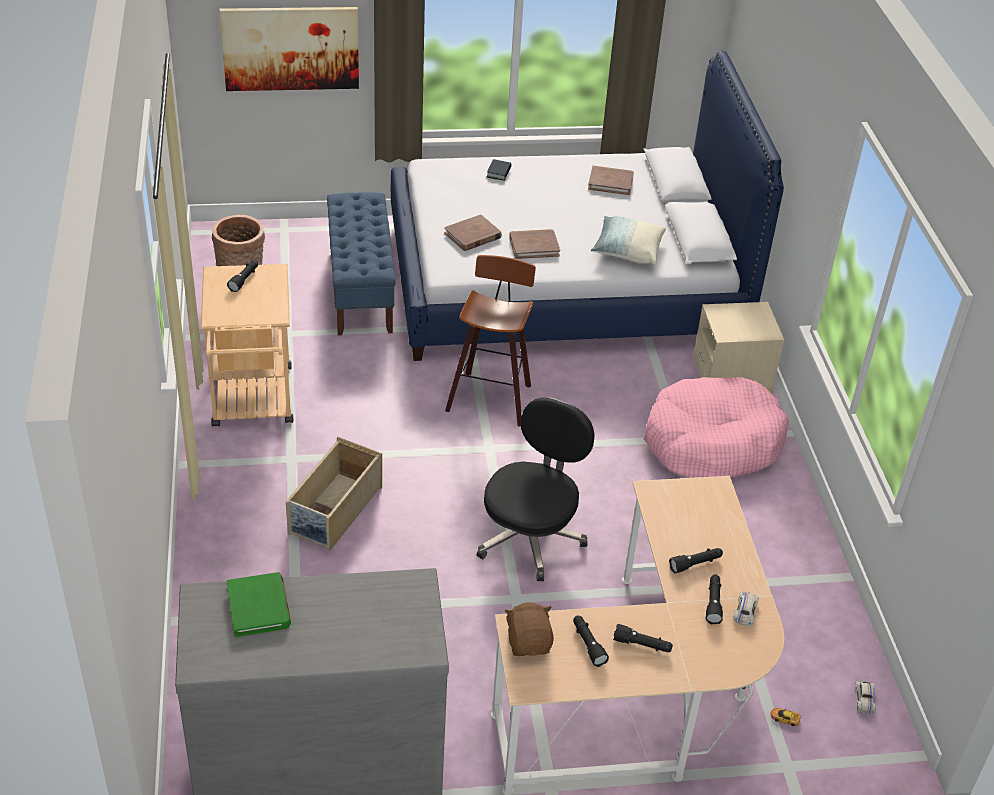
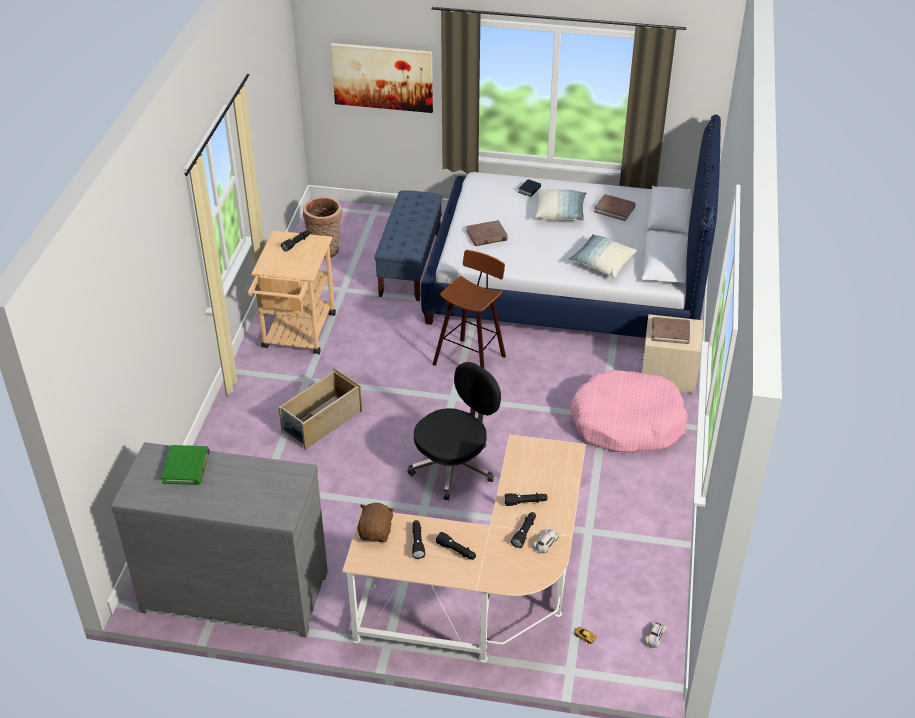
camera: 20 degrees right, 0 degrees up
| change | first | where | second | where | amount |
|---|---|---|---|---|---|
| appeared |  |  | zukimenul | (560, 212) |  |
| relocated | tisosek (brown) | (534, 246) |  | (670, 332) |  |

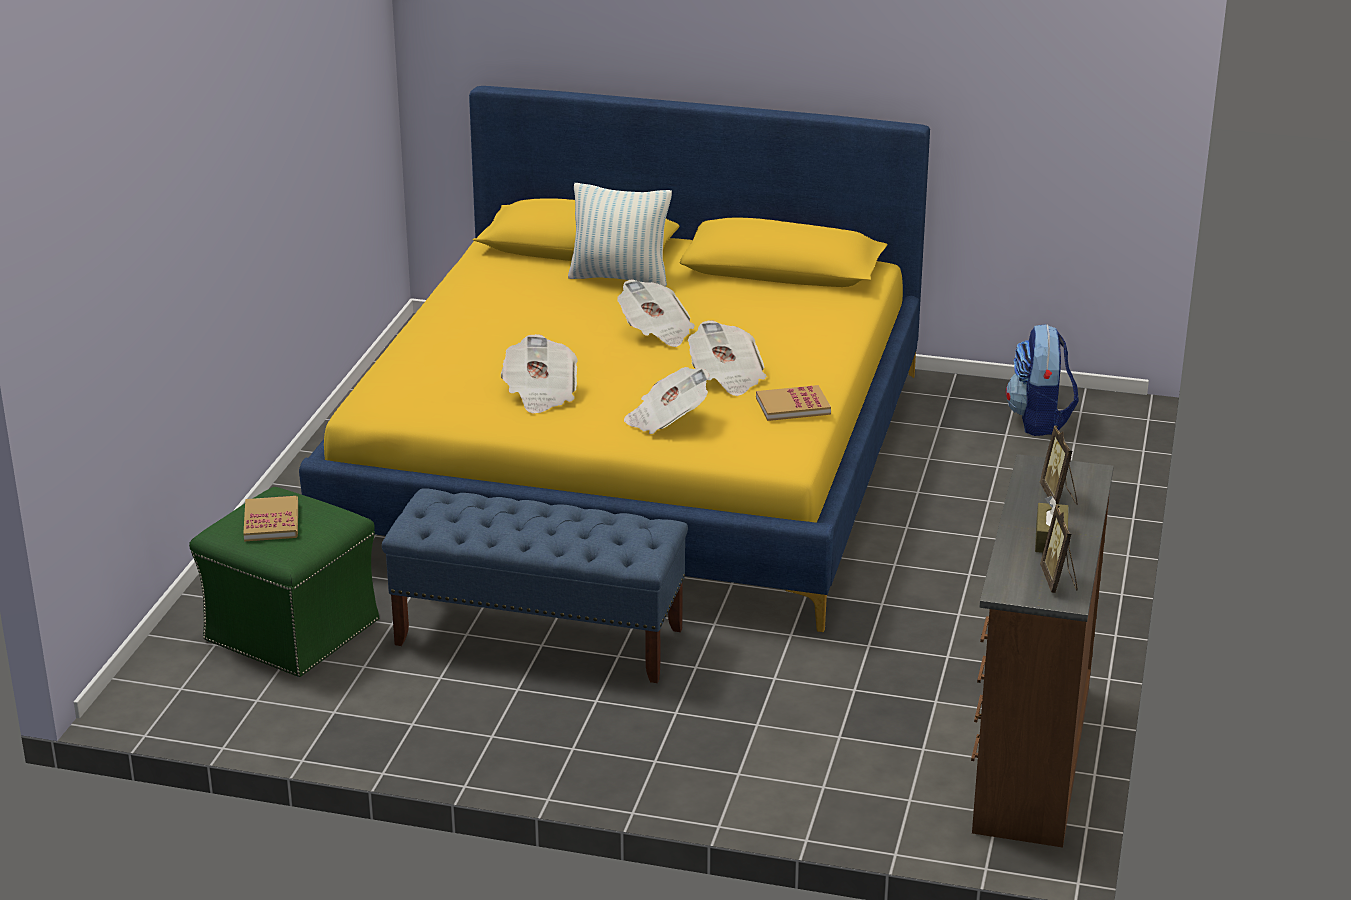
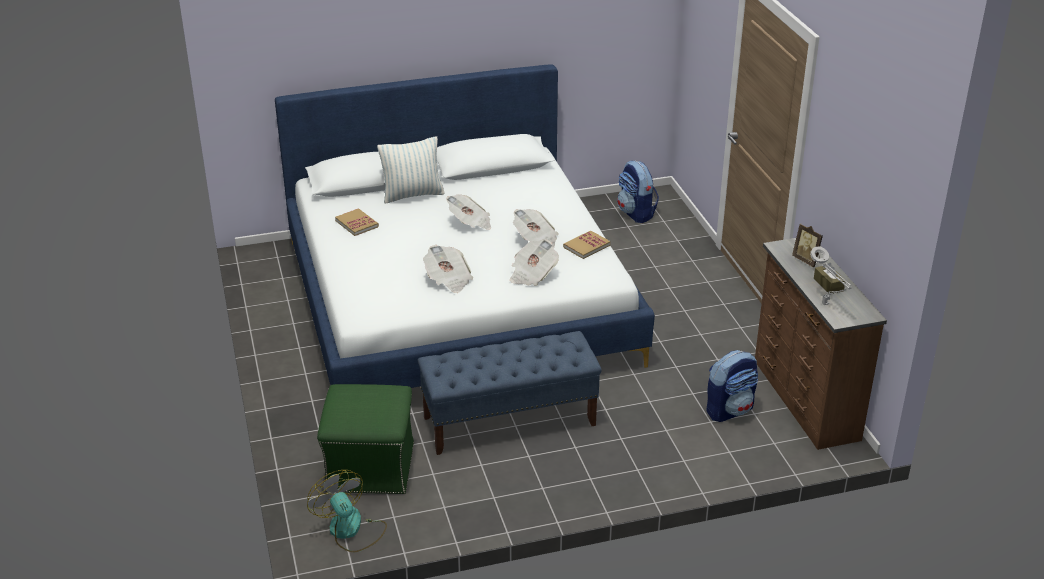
camera: 30 degrees left, 5 degrees up
| change | first | where | second | where | amount |
|---|---|---|---|---|---|
| missing | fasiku | (1059, 580) |  |  |  |
| appeared |  |  | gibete | (350, 530) |  |
| appeared |  |  | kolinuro | (729, 410) |  |
| appeared |  |  | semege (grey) | (826, 305) |  |
| relocated | tisosek | (271, 522) |  | (357, 224) |  |
| colour | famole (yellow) | (636, 461) | famole (white) | (457, 300) |  |

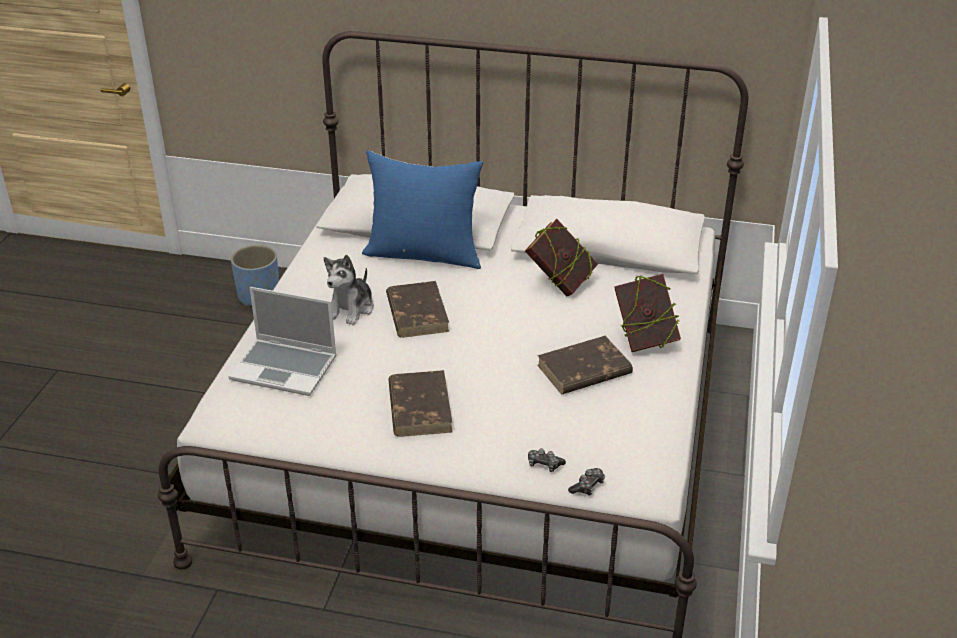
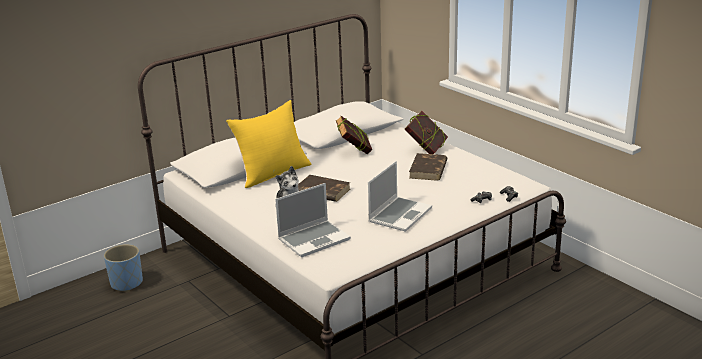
camera: 50 degrees left, 10 degrees down
| change | first | where | second | where | amount |
|---|---|---|---|---|---|
| exchanged | tisosek (brown) | (419, 407) | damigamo | (399, 215) |  |
| colour | zukimenul (blue) | (424, 253) | zukimenul (yellow) | (272, 173) |  |

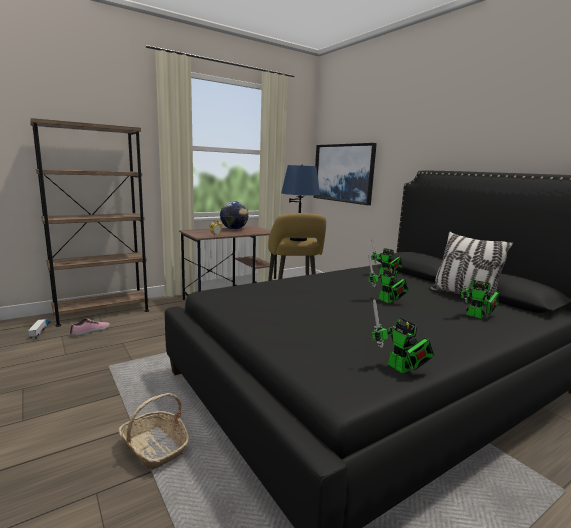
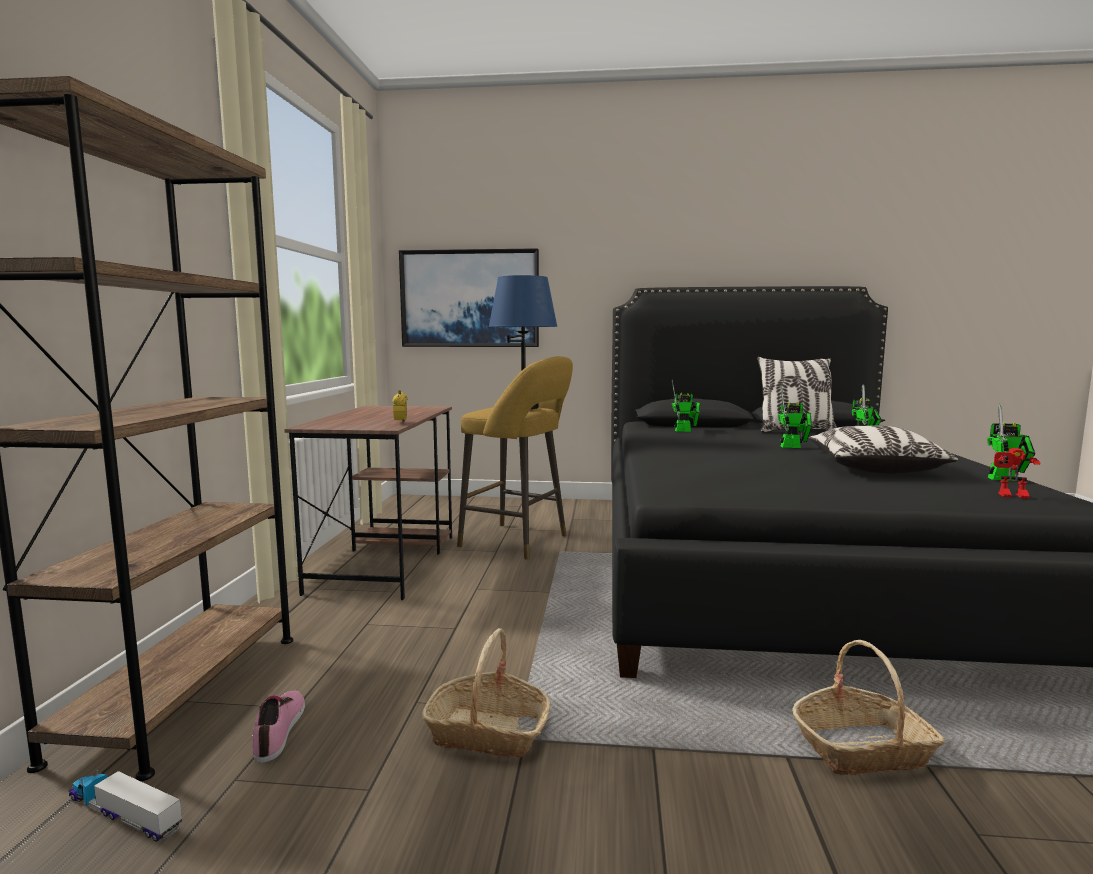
camera: 50 degrees left, 5 degrees down
| change | first | where | second | where | amount |
|---|---|---|---|---|---|
| missing | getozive | (234, 229) |  |  |  |
| appeared |  |  | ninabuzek | (488, 732) |  |
| appeared |  |  | zukimenul | (873, 468) |  |
| appeared |  |  | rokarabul | (1012, 496) |  |

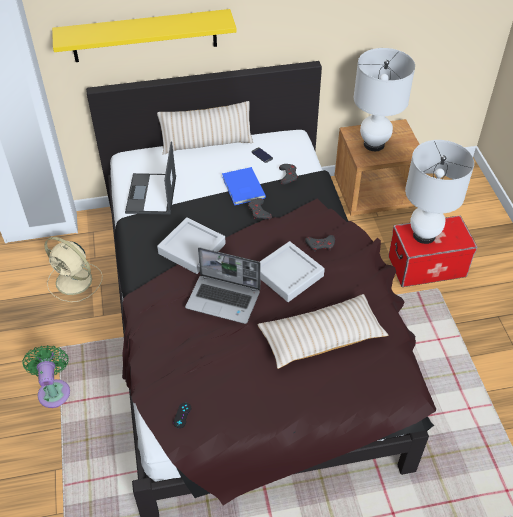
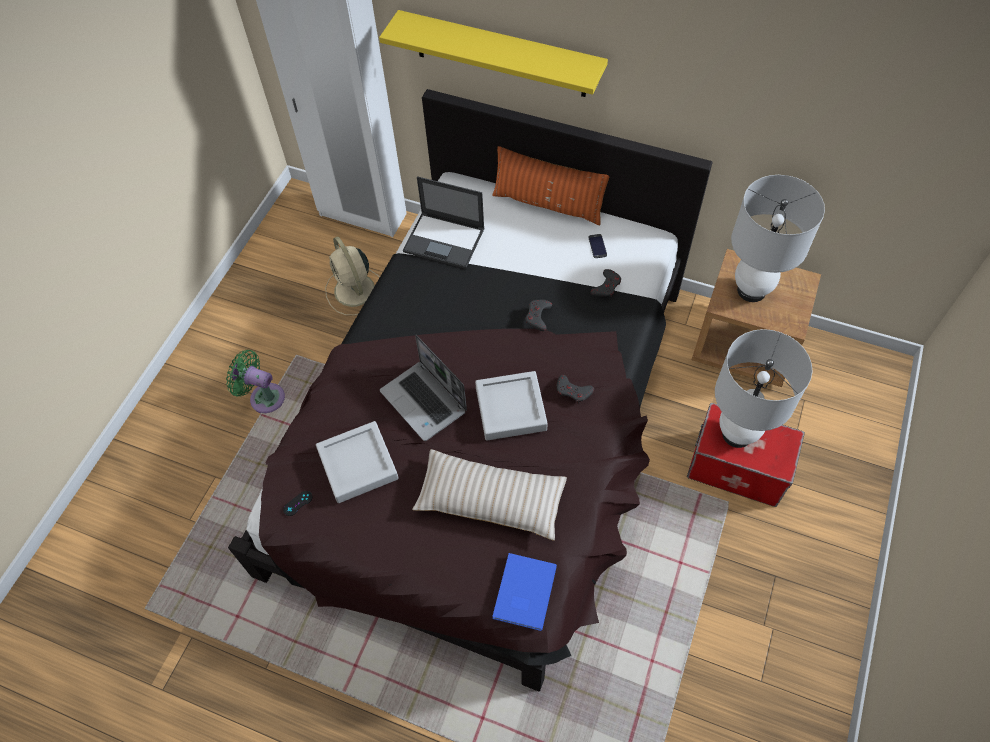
camera: 35 degrees right, 10 degrees up
| change | first | where | second | where | amount |
|---|---|---|---|---|---|
| relocated | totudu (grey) | (192, 249) |  | (358, 464) |  |
| relocated | tisosek (blue) | (242, 188) |  | (522, 593) |  |
| colour | zukimenul (beige) | (207, 144) | zukimenul (orange) | (548, 204) |  |
| spun | gibete (green) | (54, 390) |  | (264, 397) | 90 degrees counterclockwise |
| spun | damigamo | (151, 195) |  | (445, 240) | 105 degrees counterclockwise |

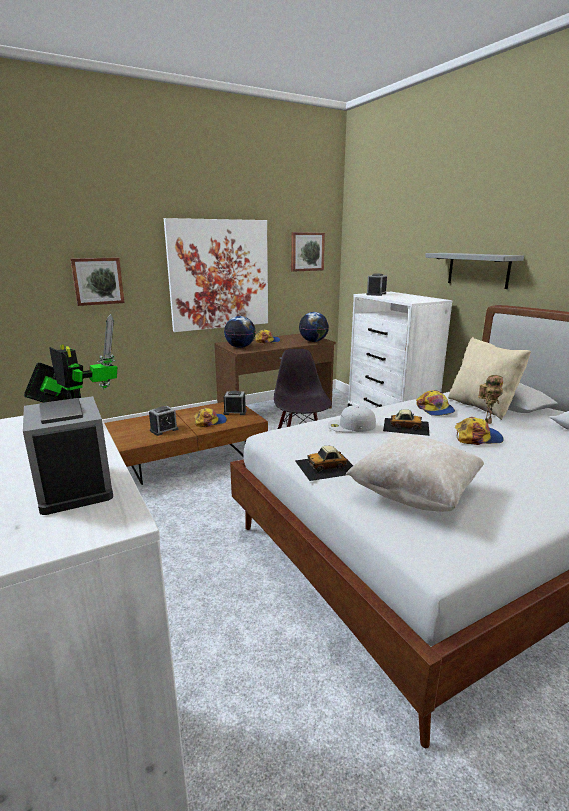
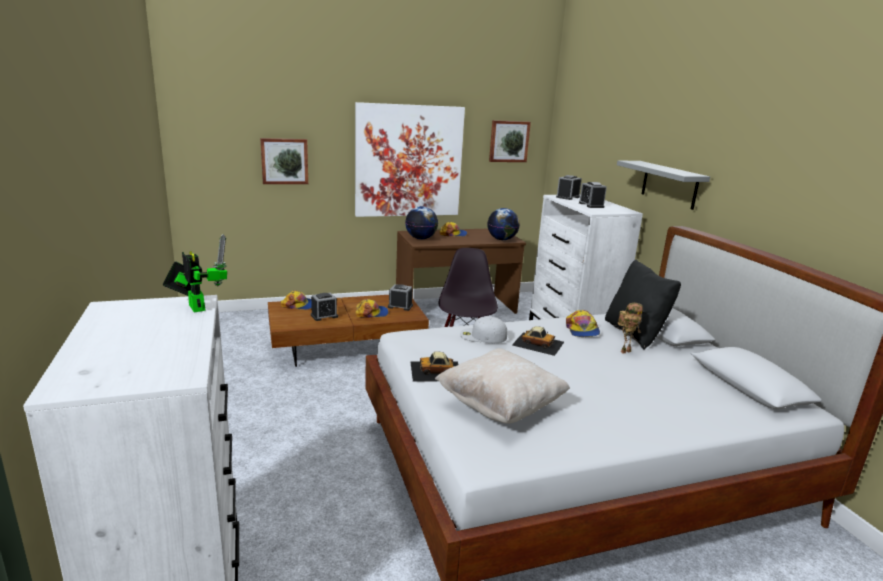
camera: 10 degrees right, 0 degrees up
| change | first | where | second | where | amount |
|---|---|---|---|---|---|
| relocated | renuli | (74, 486) |  | (591, 205) |  |
| relocated | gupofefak | (477, 437) |  | (299, 305) |  |
| colour | zukimenul (beige) | (482, 407) | zukimenul (black) | (635, 333) |  |

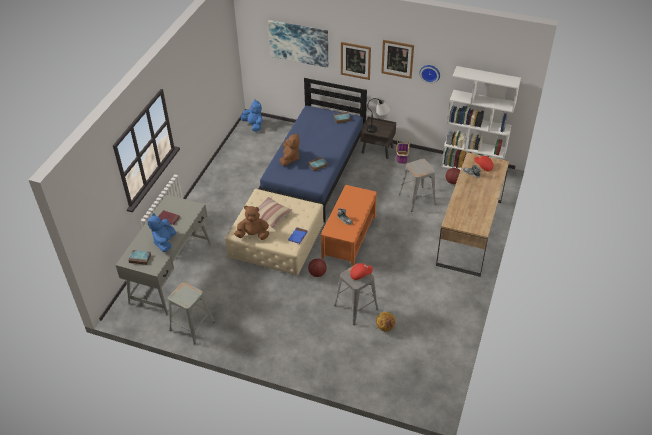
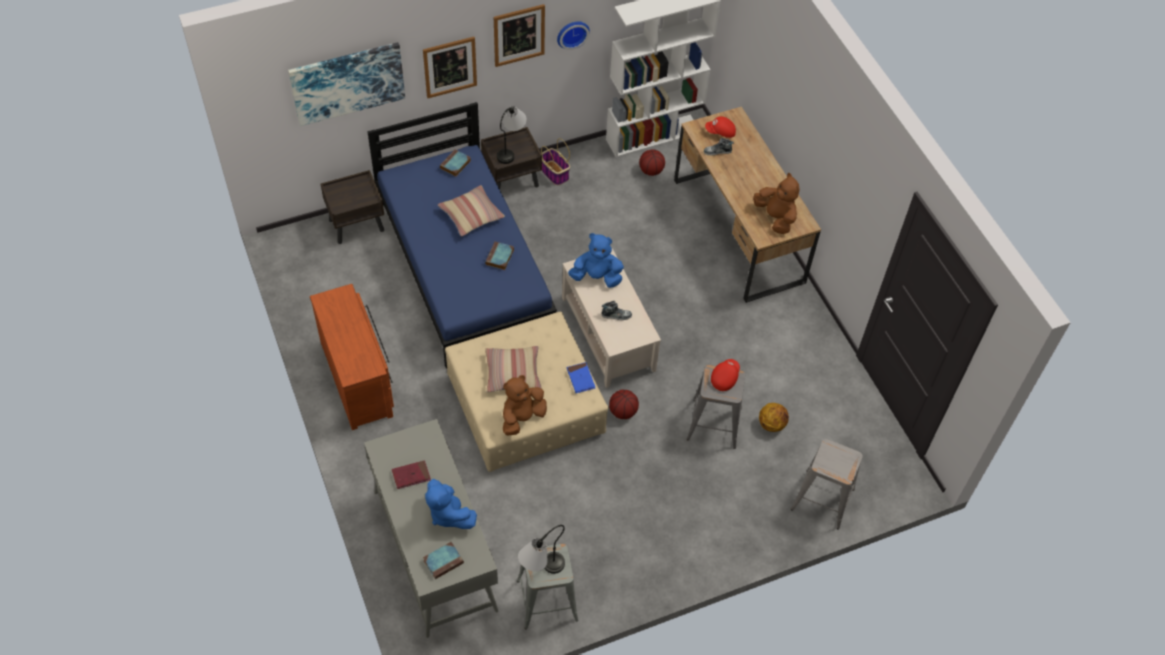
camera: 45 degrees left, 10 degrees up
| change | first | where | second | where | amount |
|---|---|---|---|---|---|
| appeared |  |  | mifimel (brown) | (359, 378) |  |
| appeared |  |  | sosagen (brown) | (357, 225) |  |
| appeared |  |  | zukimenul | (471, 215) |  |
| appeared |  |  | semege | (540, 571) |  |
| relocated | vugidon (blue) | (254, 125) |  | (596, 277) |  |
| relocated | vugidon (brown) | (290, 158) |  | (775, 217) |  |
| relocated | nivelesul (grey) | (417, 199) |  | (823, 498) |  |
| colour | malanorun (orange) | (349, 237) | malanorun (beige) | (607, 333) |  |

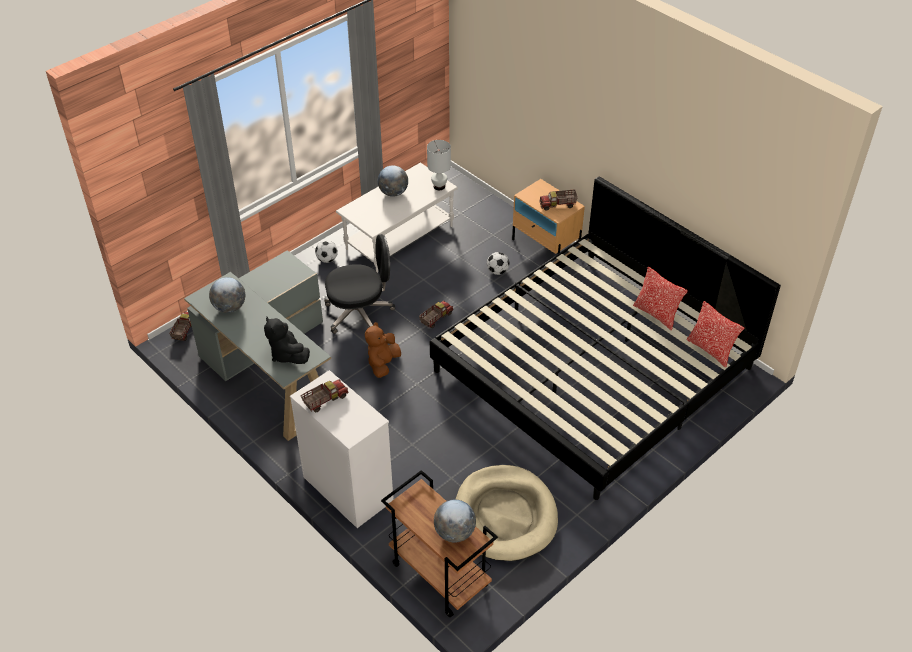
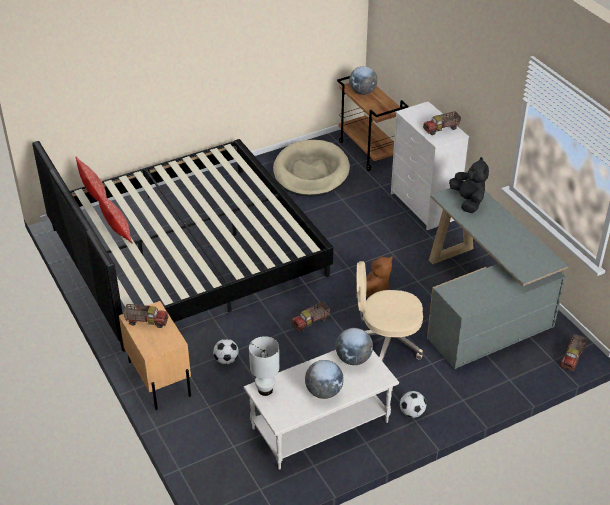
camera: 165 degrees left, 5 degrees down
| change | first | where | second | where | amount |
|---|---|---|---|---|---|
| relocated | getozive | (229, 307) |  | (353, 359) |  |
| colour | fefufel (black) | (360, 313) | fefufel (beige) | (386, 342) |  |

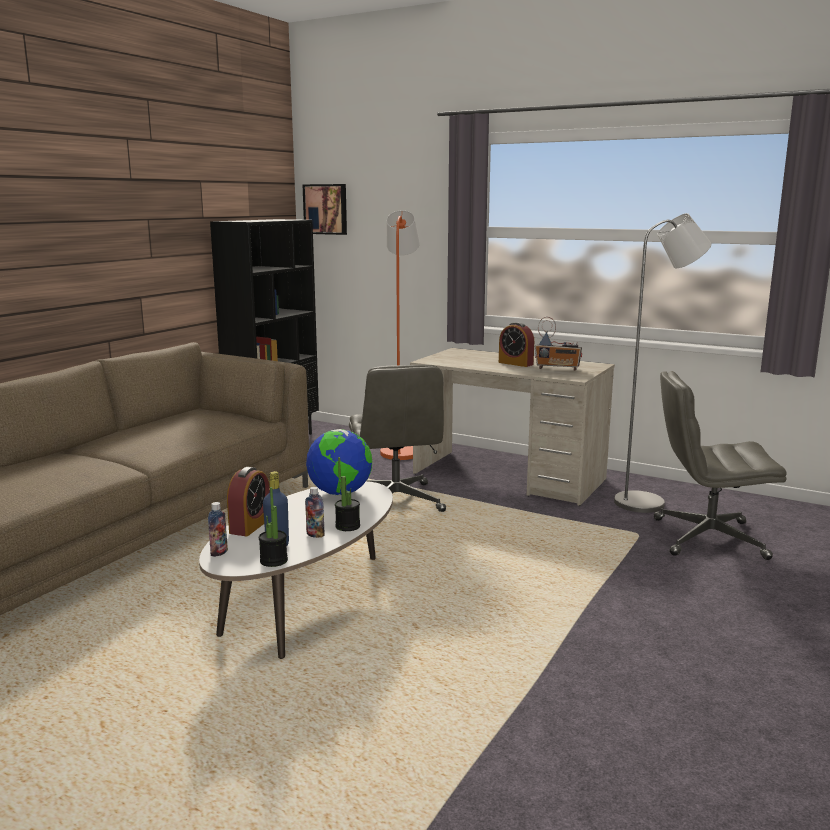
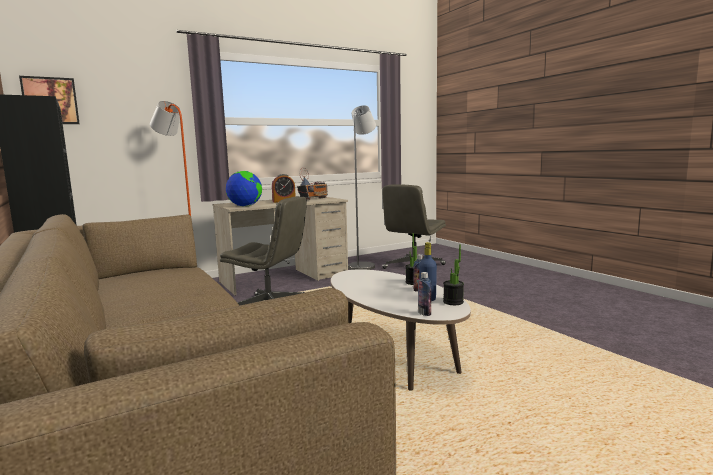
camera: 60 degrees left, 5 degrees down
| change | first | where | second | where | amount |
|---|---|---|---|---|---|
| missing | renuli | (250, 525) |  |  |  |
| relocated | getozive | (340, 493) |  | (245, 206) |  |

